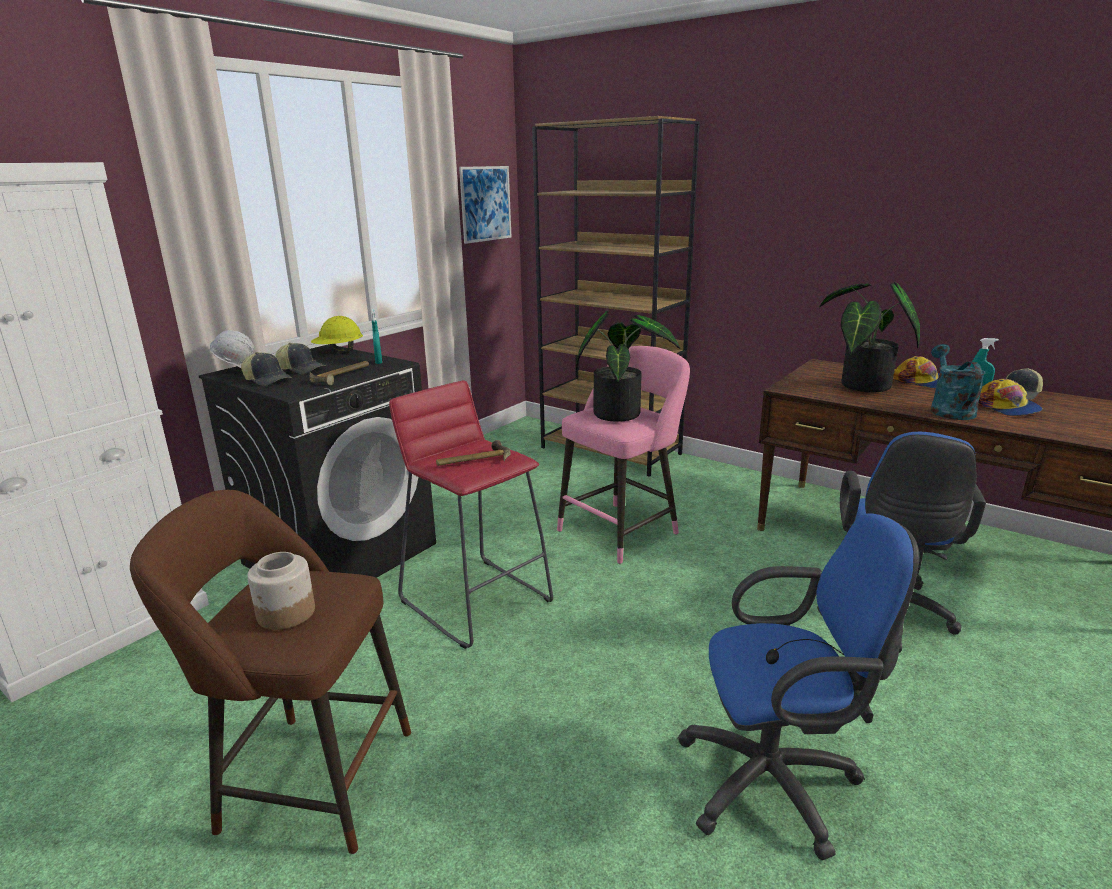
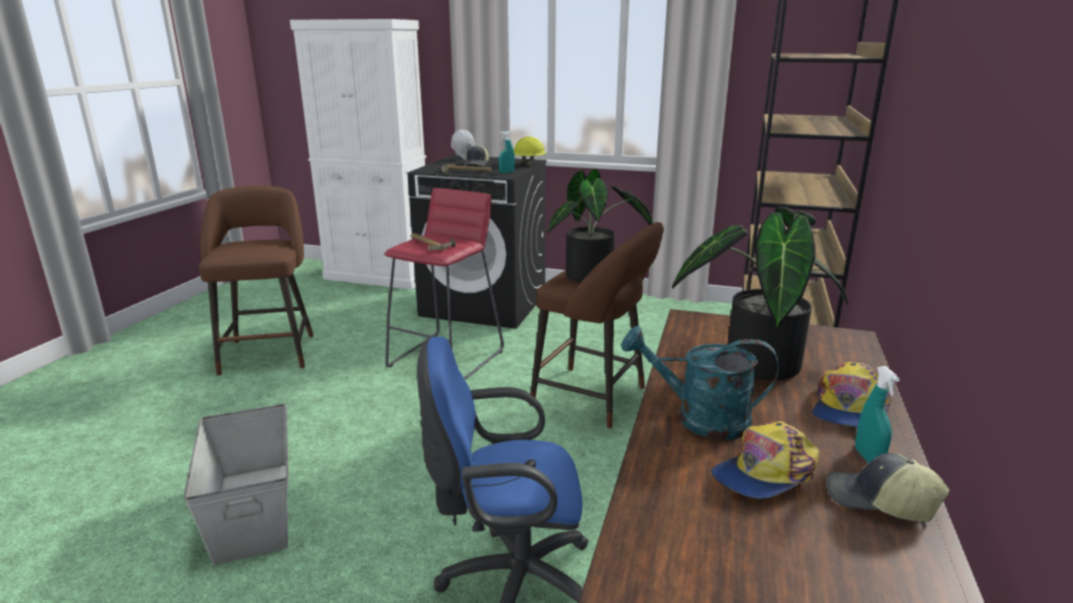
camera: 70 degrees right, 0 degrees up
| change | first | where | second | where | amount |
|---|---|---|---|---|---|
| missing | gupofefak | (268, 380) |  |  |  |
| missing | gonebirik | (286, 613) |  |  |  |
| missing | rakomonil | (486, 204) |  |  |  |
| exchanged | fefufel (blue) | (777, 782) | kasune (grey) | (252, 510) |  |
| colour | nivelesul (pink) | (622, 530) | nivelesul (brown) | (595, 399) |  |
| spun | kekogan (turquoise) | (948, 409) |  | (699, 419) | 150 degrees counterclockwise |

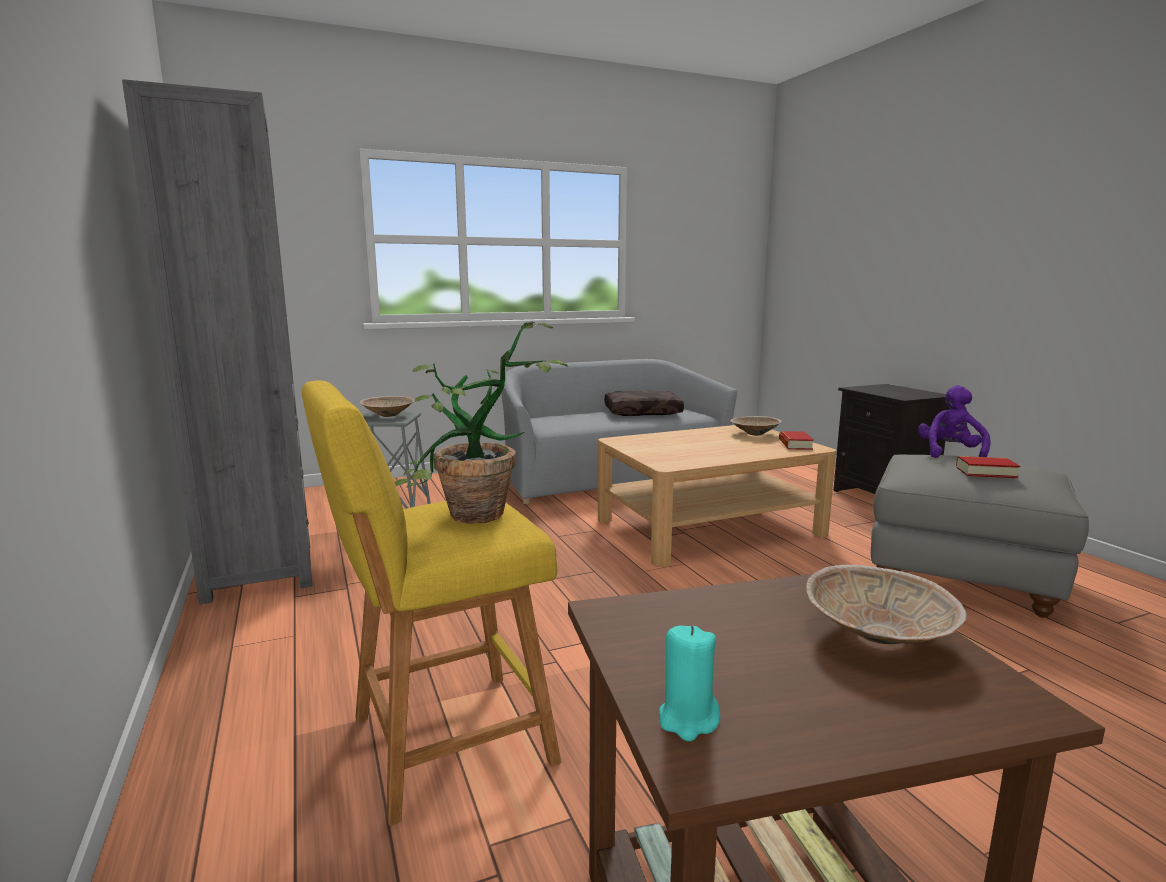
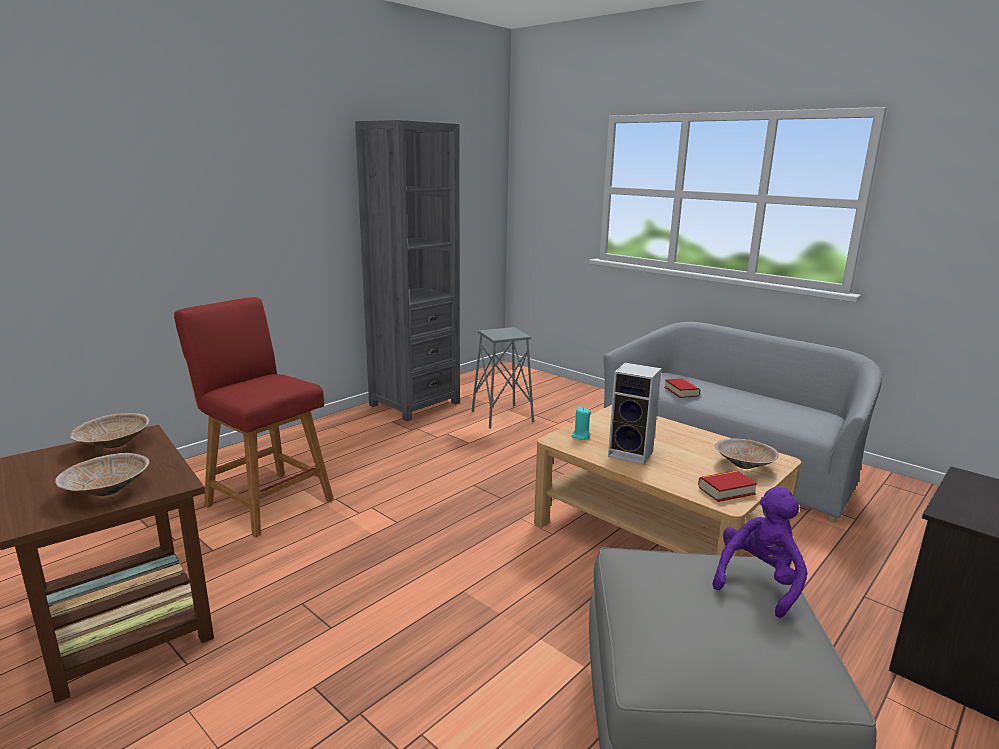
camera: 65 degrees right, 5 degrees up
| change | first | where | second | where | amount |
|---|---|---|---|---|---|
| missing | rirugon | (476, 520) |  |  |  |
| missing | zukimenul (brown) | (643, 412) |  |  |  |
| appeared |  |  | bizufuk | (632, 454) |  |
| relocated | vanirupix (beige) | (388, 416) |  | (113, 445) |  |
| relocated | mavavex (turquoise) | (688, 720) |  | (581, 436) |  |
| relocated | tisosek | (986, 472) |  | (681, 391) |  |
| colour | nivelesul (yellow) | (441, 743) | nivelesul (red) | (266, 500) |  |
| spun | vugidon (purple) | (950, 454) |  | (758, 582) | 45 degrees counterclockwise |

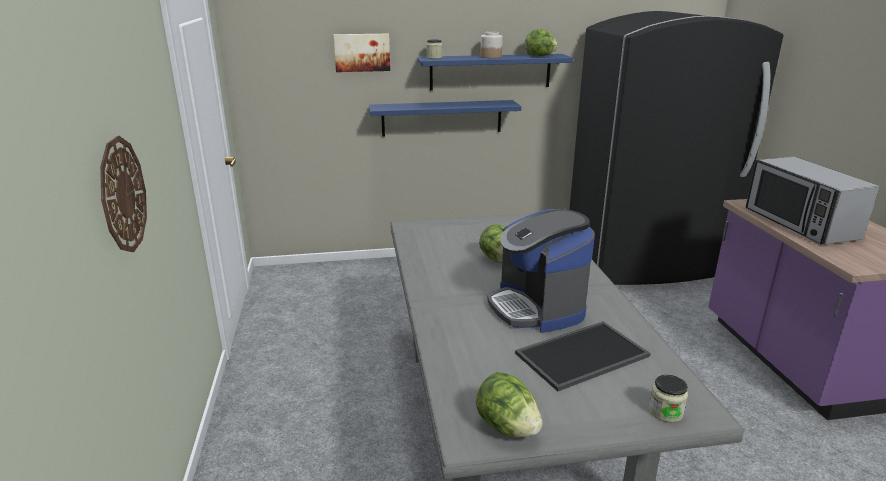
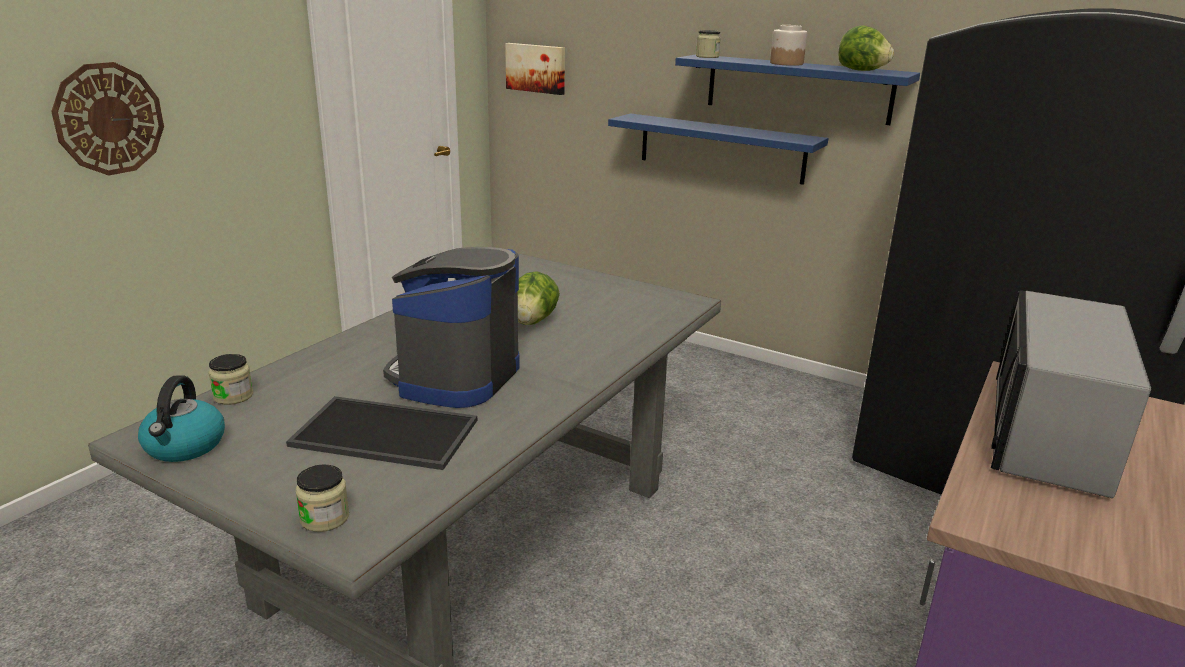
camera: 40 degrees right, 0 degrees up
| change | first | where | second | where | amount |
|---|---|---|---|---|---|
| appeared |  |  | gonebirik | (233, 396) |  |
| relocated | rakomonil | (362, 52) |  | (536, 68) |  |
| exchanged | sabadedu | (507, 427) | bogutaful | (185, 446) |  |

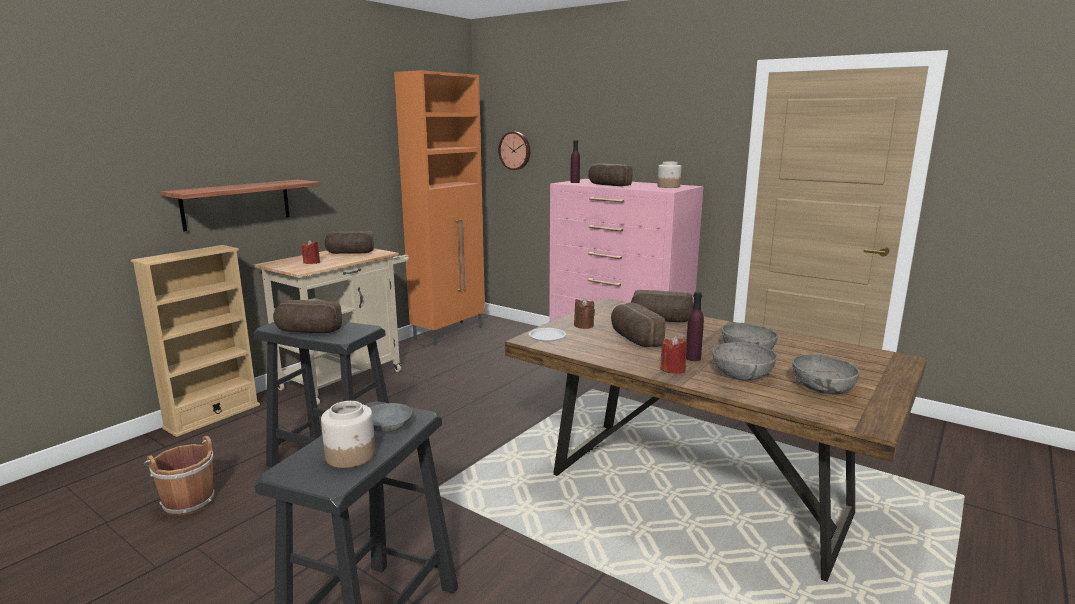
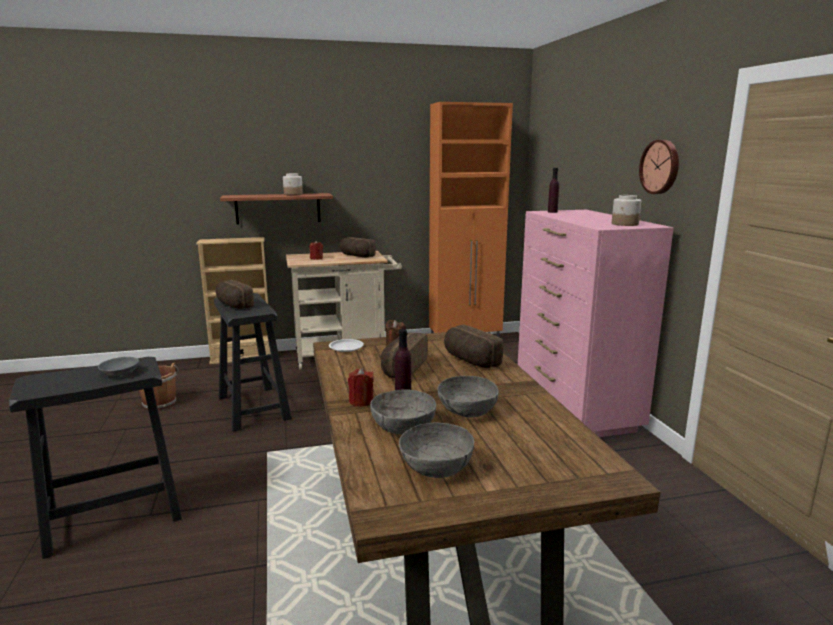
camera: 40 degrees right, 0 degrees up
| change | first | where | second | where | amount |
|---|---|---|---|---|---|
| missing | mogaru | (608, 185) |  |  |  |
| relocated | gonebirik | (351, 455) |  | (293, 194) |  |
| relocated | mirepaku | (515, 150) |  | (661, 167) |  |

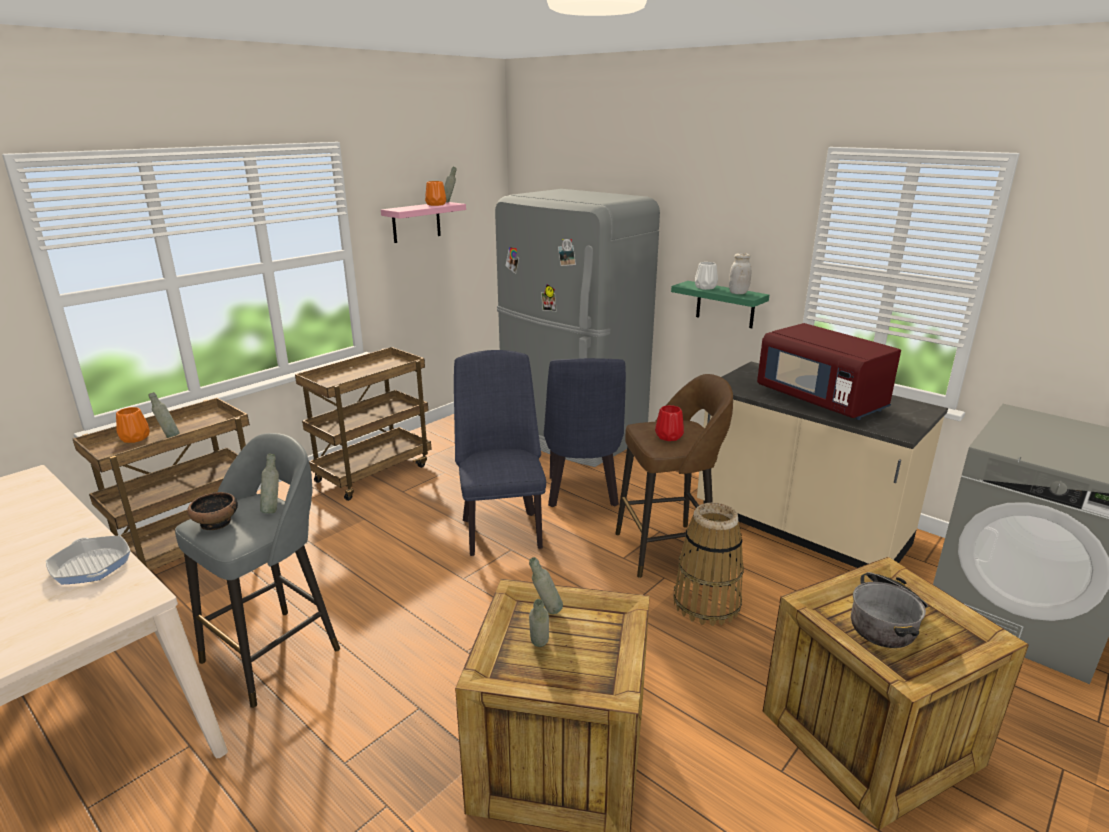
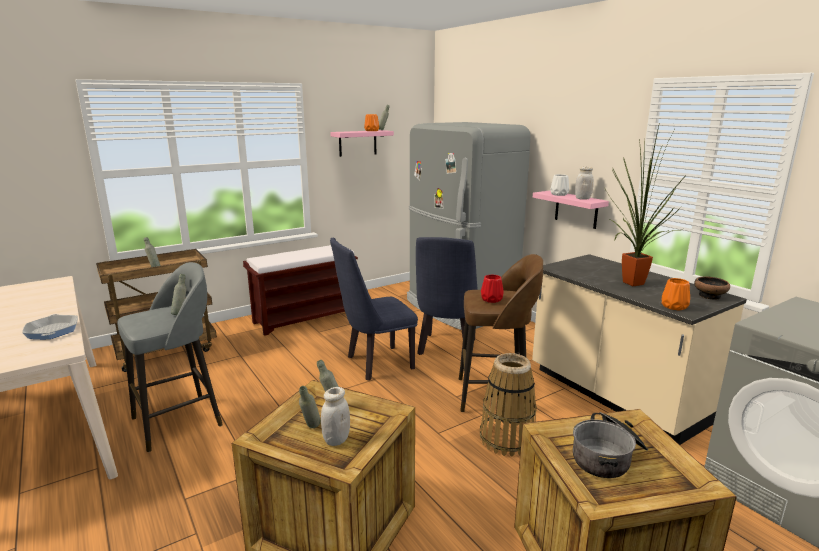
camera: 15 degrees right, 5 degrees down
| change | first | where | second | where | amount |
|---|---|---|---|---|---|
| appeared |  |  | gonebirik (white) | (336, 440) |  |
| relocated | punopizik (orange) | (134, 438) |  | (673, 307) |  |
| relocated | vanirupix | (216, 522) |  | (710, 296) |  |
| exchanged | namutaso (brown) | (373, 472) | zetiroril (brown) | (306, 317) |  |
| exchanged | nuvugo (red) | (821, 400) | rirugon | (630, 284) |  |
| colour | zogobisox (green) | (725, 304) | zogobisox (pink) | (576, 209) |  |
| spun | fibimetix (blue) | (501, 528) |  | (374, 364) | 120 degrees counterclockwise |

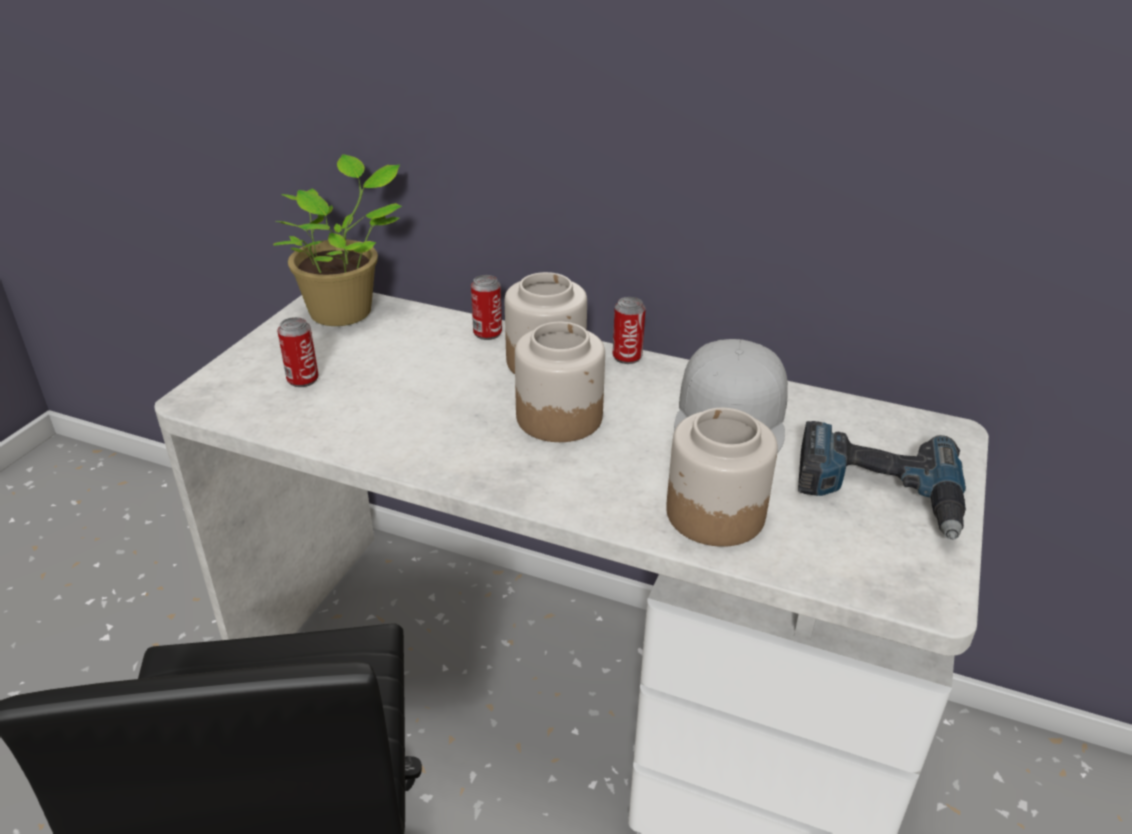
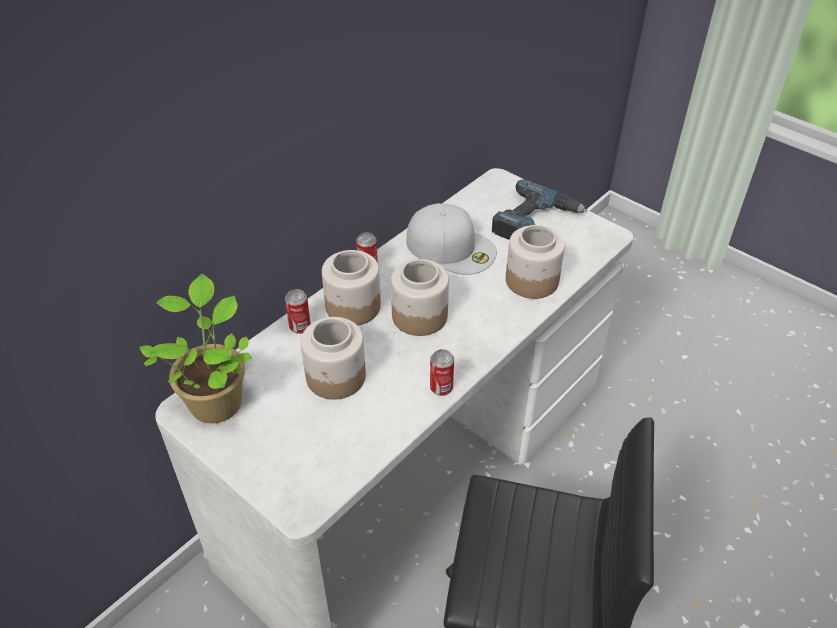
camera: 70 degrees left, 10 degrees up
| change | first | where | second | where | amount |
|---|---|---|---|---|---|
| appeared |  |  | gonebirik | (336, 377) |  |
| relocated | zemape | (303, 380) |  | (441, 388) |  |

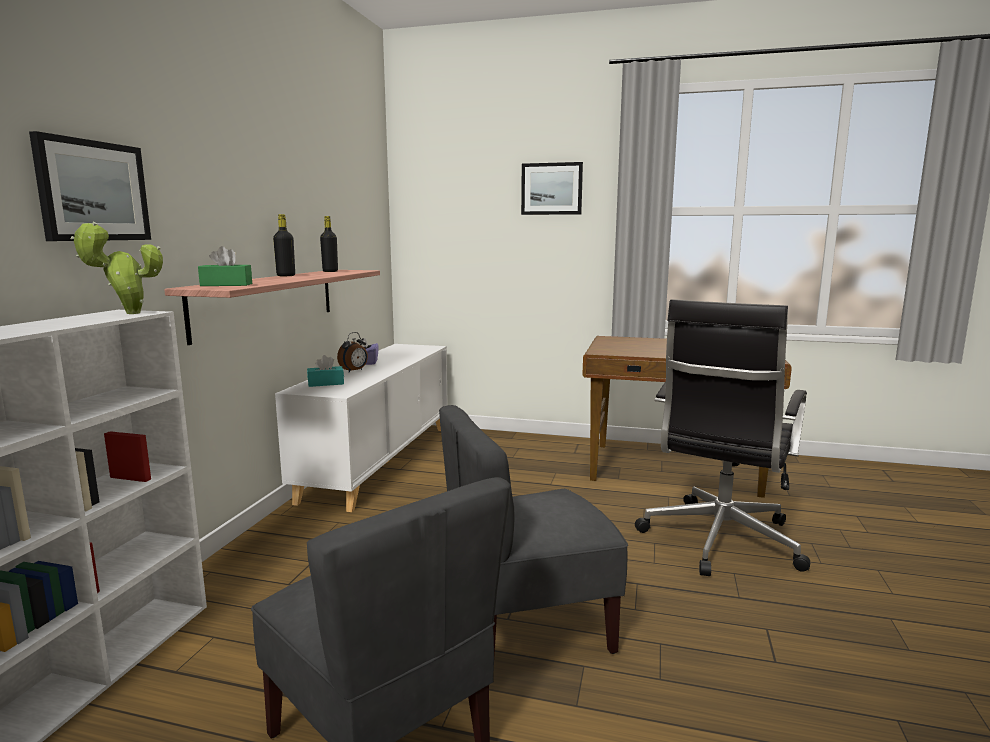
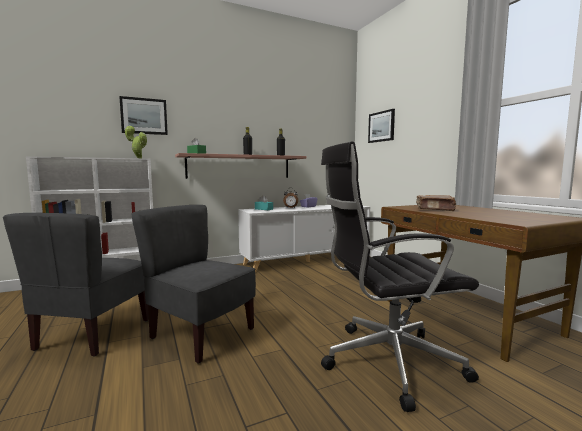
camera: 50 degrees right, 5 degrees down
| change | first | where | second | where | amount |
|---|---|---|---|---|---|
| appeared |  |  | tisosek (brown) | (435, 209) |  |
| relocated | rakomonil | (551, 189) |  | (381, 126) |  |

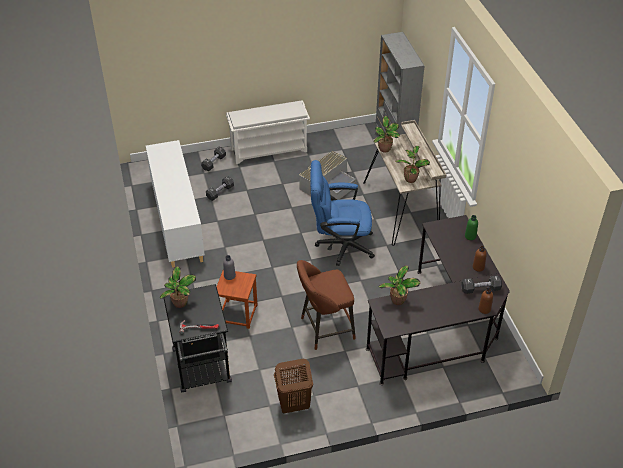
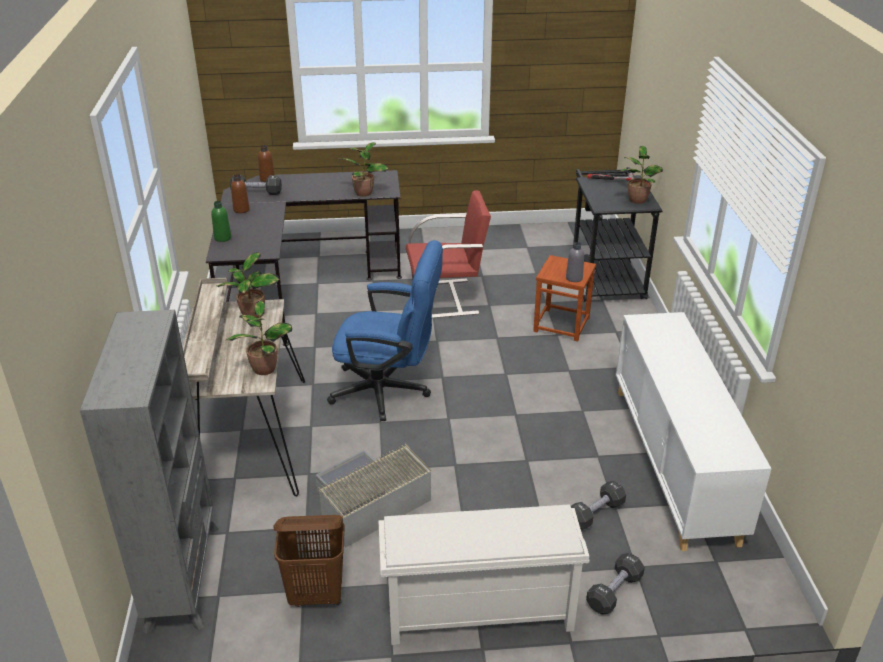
camera: 170 degrees left, 10 degrees down
| change | first | where | second | where | amount |
|---|---|---|---|---|---|
| relocated | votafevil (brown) | (293, 405) |  | (317, 594) |  |
| exchanged | nivelesul (brown) | (324, 329) | fibimetix (red) | (447, 299) |  |

